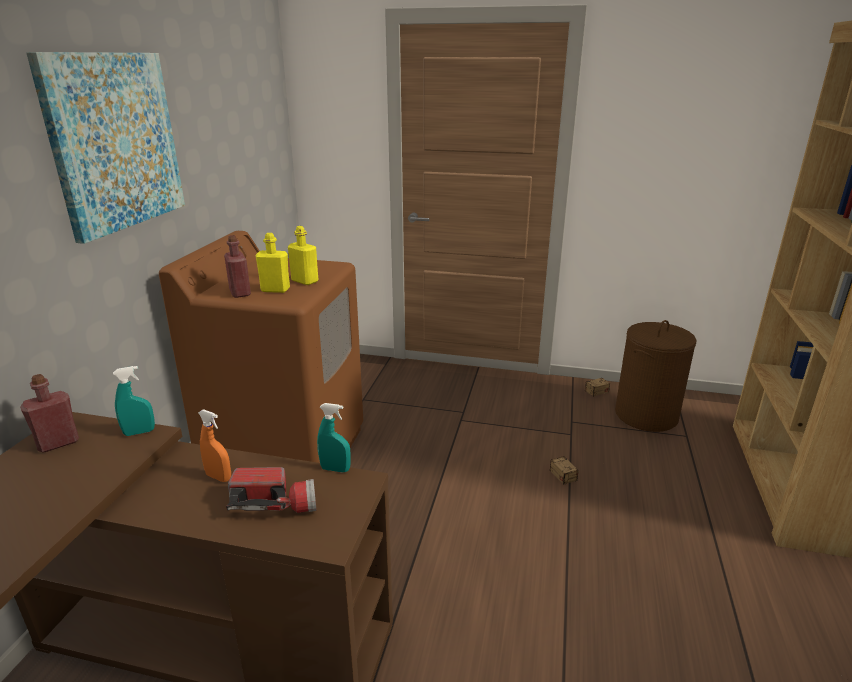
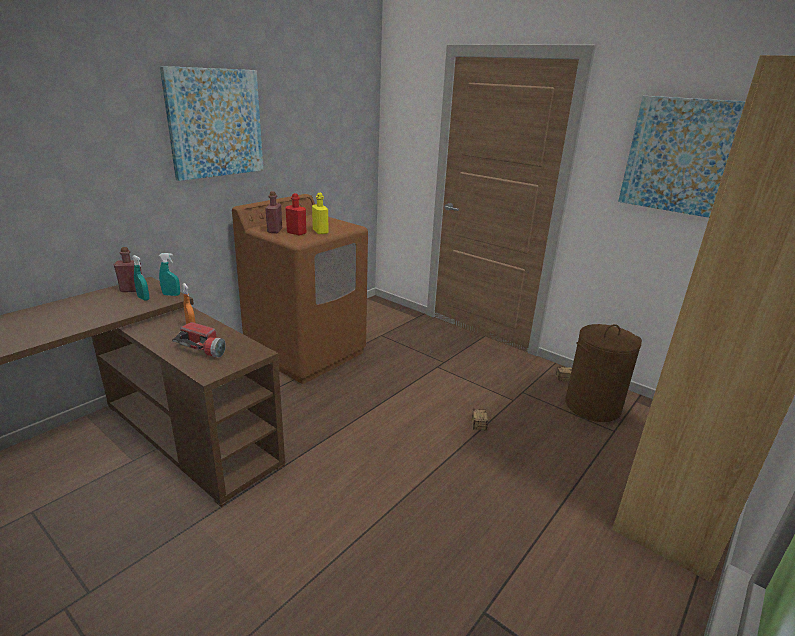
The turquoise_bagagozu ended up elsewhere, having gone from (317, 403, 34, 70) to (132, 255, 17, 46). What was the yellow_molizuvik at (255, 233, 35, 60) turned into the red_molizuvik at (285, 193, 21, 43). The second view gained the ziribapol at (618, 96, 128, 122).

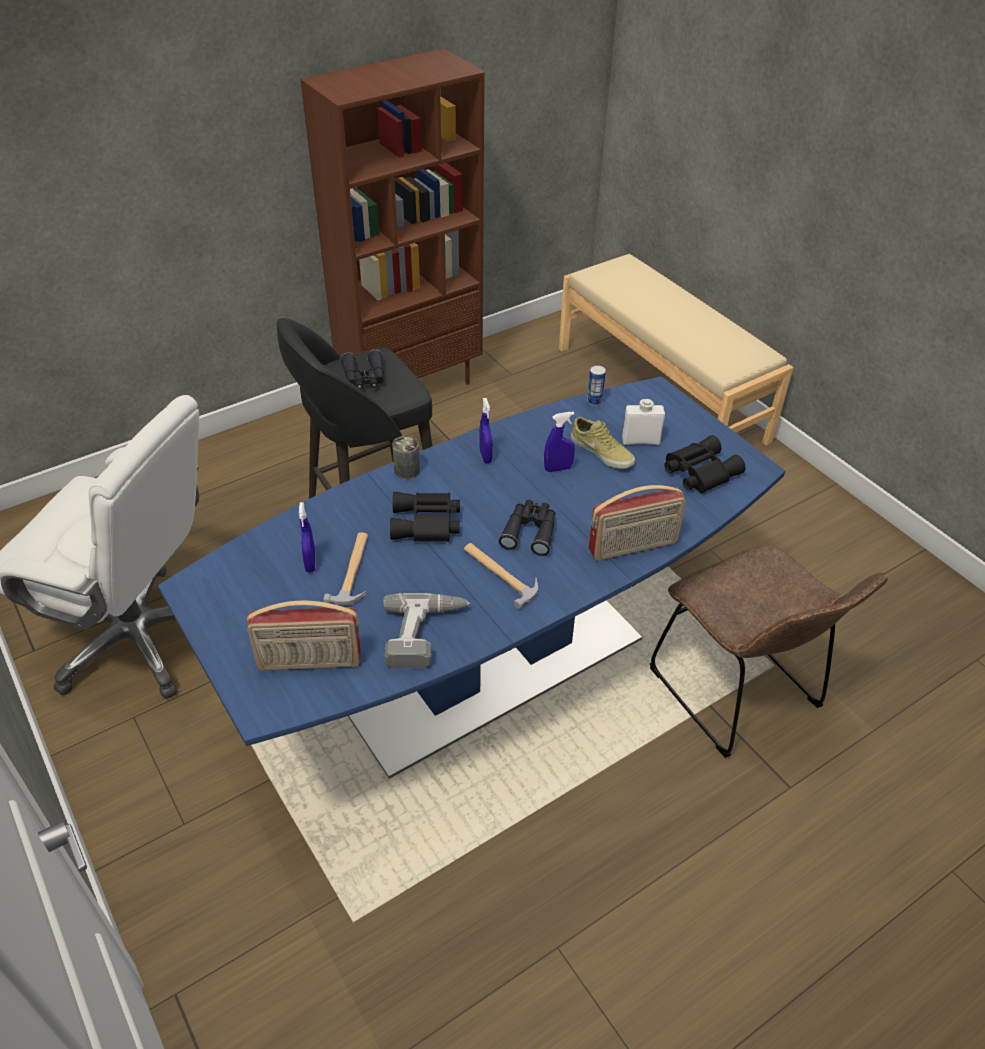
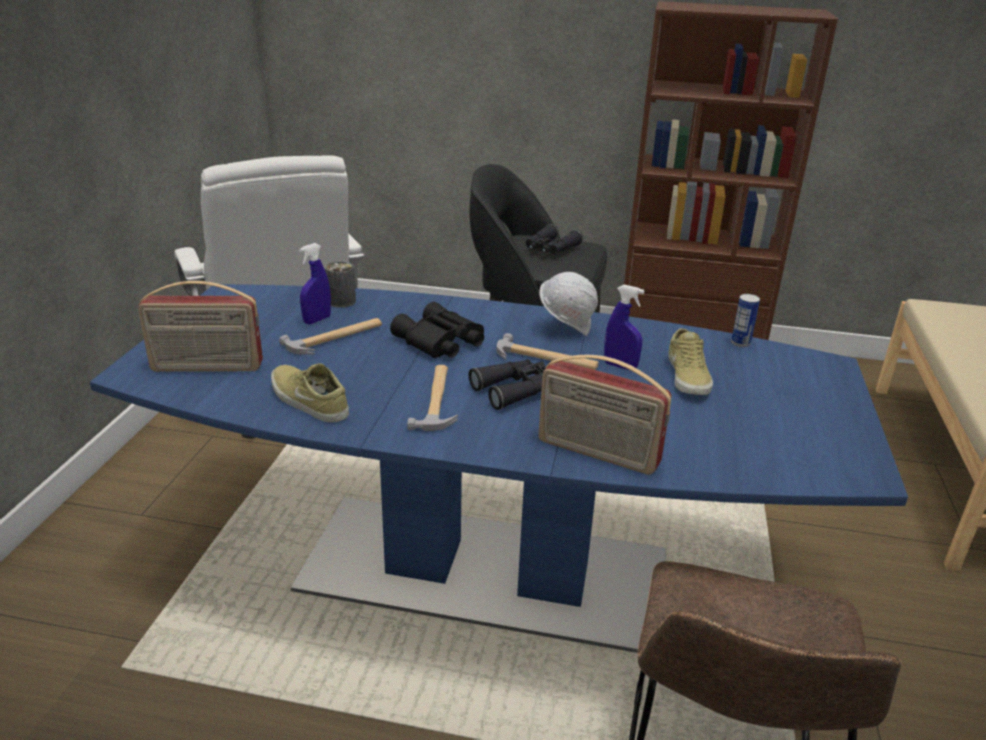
The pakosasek at (247, 601, 114, 70) ended up facing another way, 45 degrees counterclockwise from before. Where the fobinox stood at (383, 593, 87, 76), the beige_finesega came to stand at (271, 363, 78, 59). The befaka ended up elsewhere, having gone from (392, 436, 28, 44) to (325, 261, 31, 47). The second view gained the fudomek at (496, 333, 103, 37). Where the blue_bagagozu stood at (480, 398, 13, 65), the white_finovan came to stand at (539, 272, 59, 64). The second view lost the white_molizuvik at (622, 398, 43, 47). The second view lost the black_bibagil at (664, 435, 82, 58).

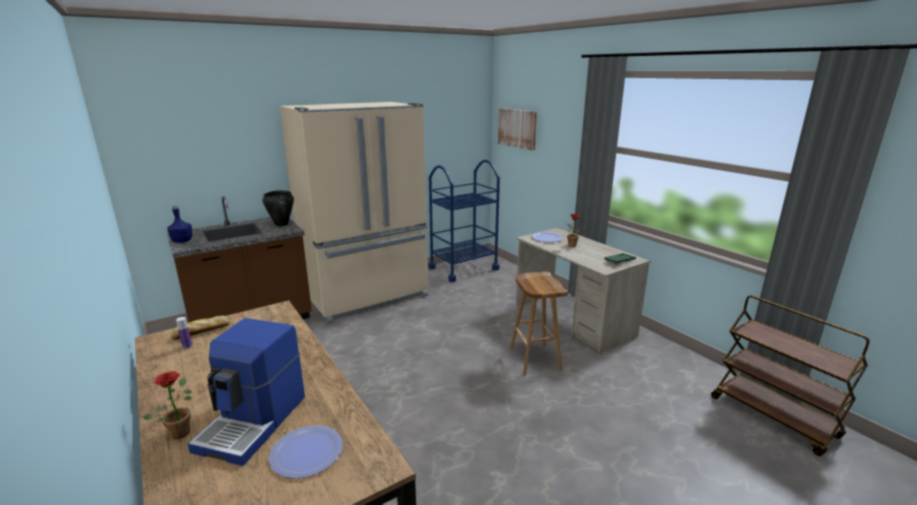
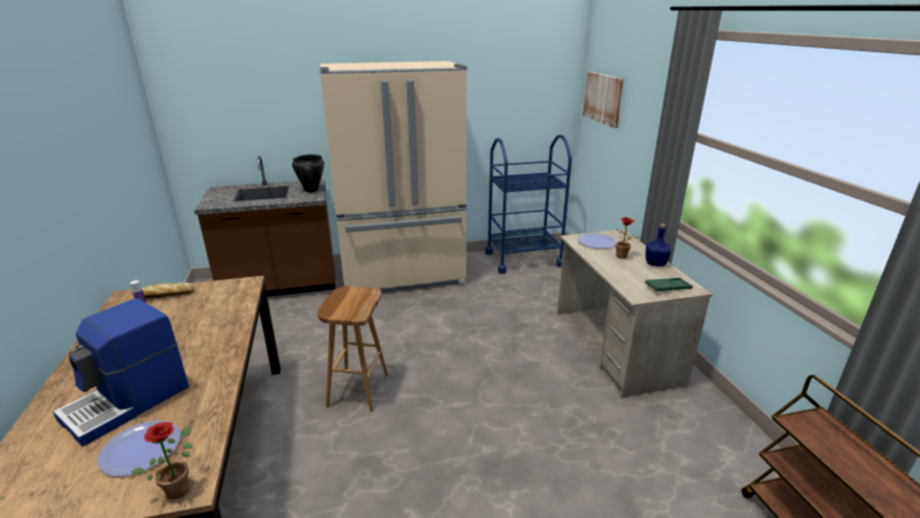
The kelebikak ended up elsewhere, having gone from (143, 371, 49, 68) to (131, 422, 62, 77). The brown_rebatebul ended up elsewhere, having gone from (510, 271, 58, 104) to (317, 286, 71, 126). The blue_molizuvik ended up elsewhere, having gone from (167, 206, 25, 37) to (645, 224, 26, 42).

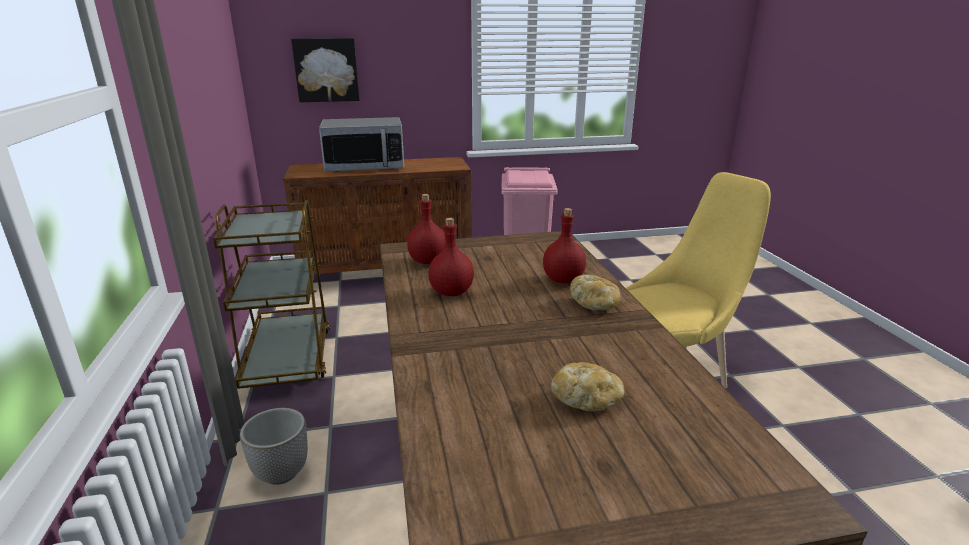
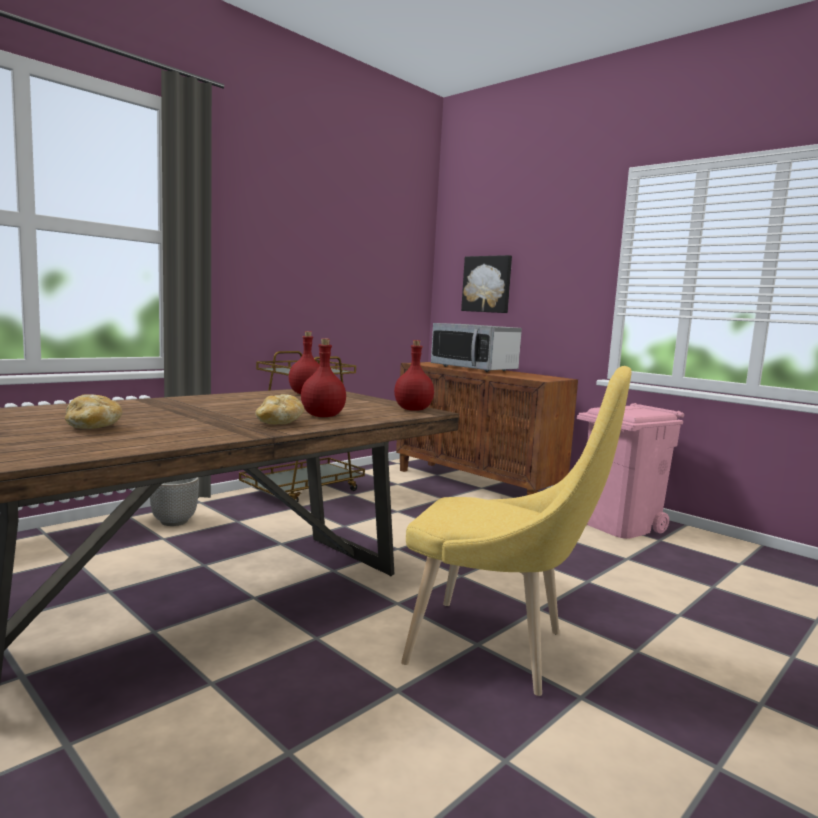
The red_molizuvik ended up elsewhere, having gone from (428, 218, 46, 78) to (394, 340, 40, 71).

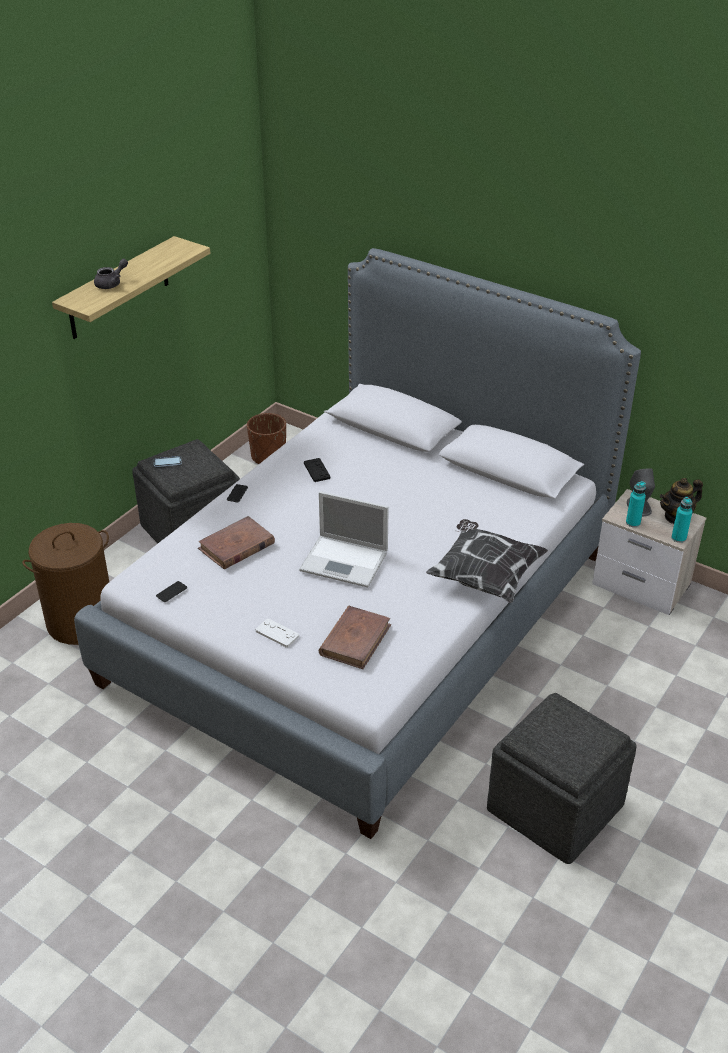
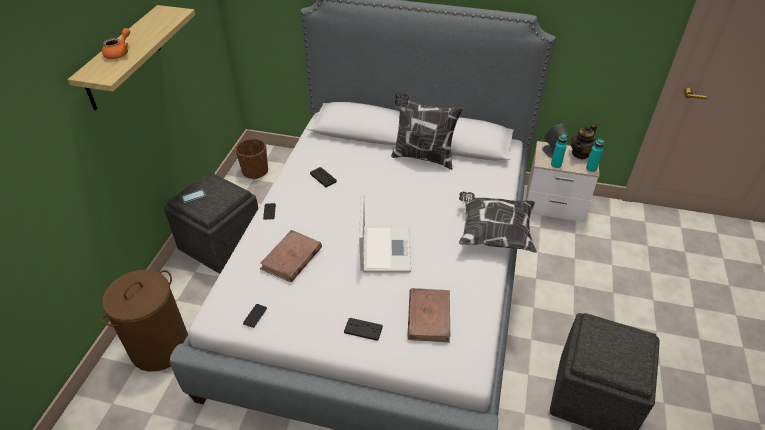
What was the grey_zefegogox at (94, 259, 34, 30) turned into the orange_zefegogox at (102, 28, 28, 31). What was the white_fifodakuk at (256, 618, 43, 30) turned into the black_fifodakuk at (344, 318, 39, 23). The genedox at (299, 491, 90, 97) ended up facing another way, 90 degrees counterclockwise from before. The second view gained the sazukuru at (391, 92, 72, 78).

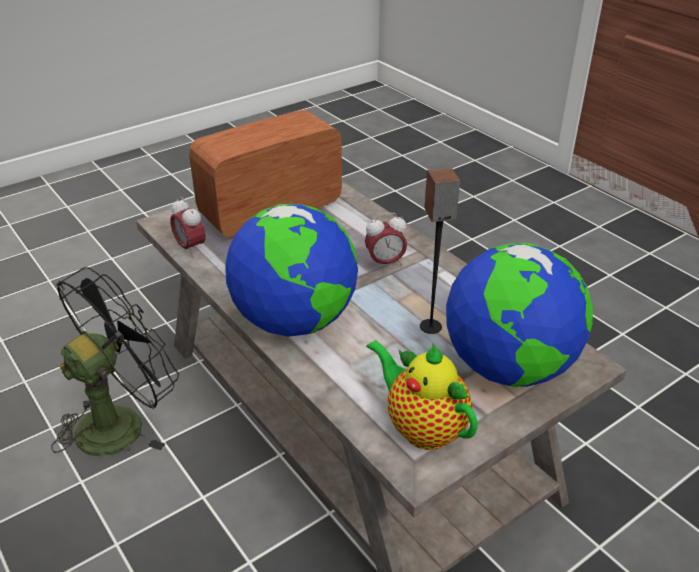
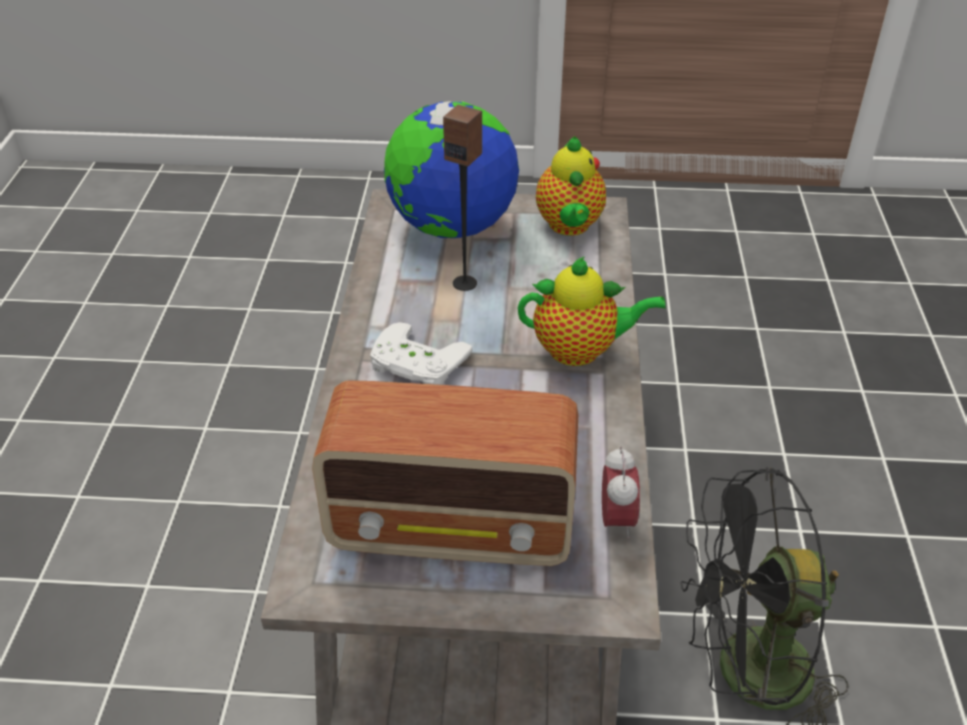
Where the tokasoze stood at (365, 213, 42, 56), the white_fifodakuk came to stand at (370, 322, 103, 63). Where the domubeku stood at (225, 204, 133, 133), the zefegogox came to stand at (518, 256, 148, 110).

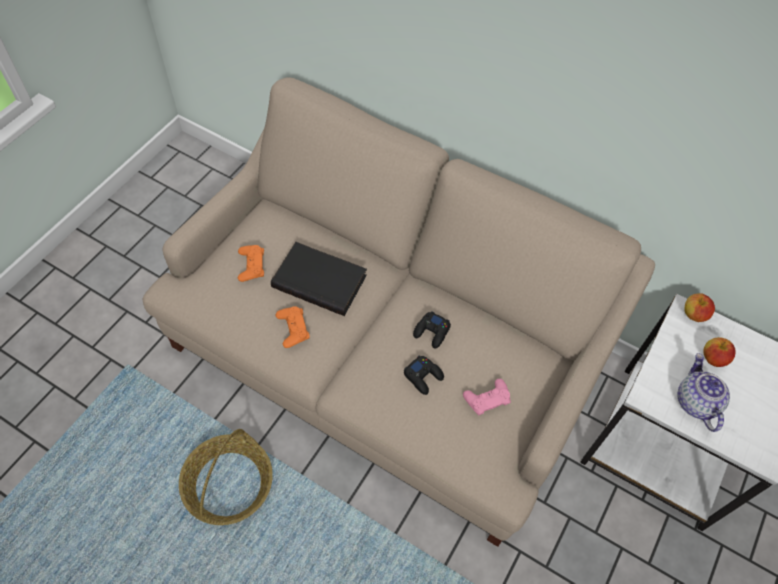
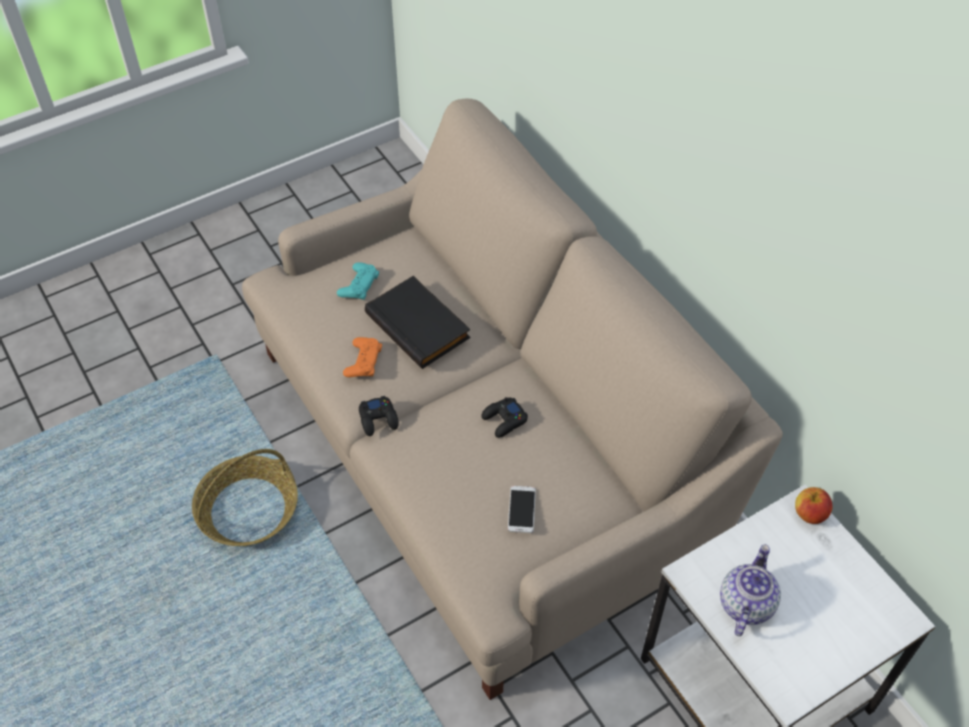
What was the orange_fifodakuk at (238, 245, 26, 37) turned into the turquoise_fifodakuk at (337, 262, 42, 38). The black_fifodakuk ended up elsewhere, having gone from (404, 355, 40, 40) to (359, 396, 40, 40). Where the pink_fifodakuk stood at (463, 379, 48, 36), the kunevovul came to stand at (508, 486, 28, 47). The second view lost the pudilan at (703, 337, 33, 30).

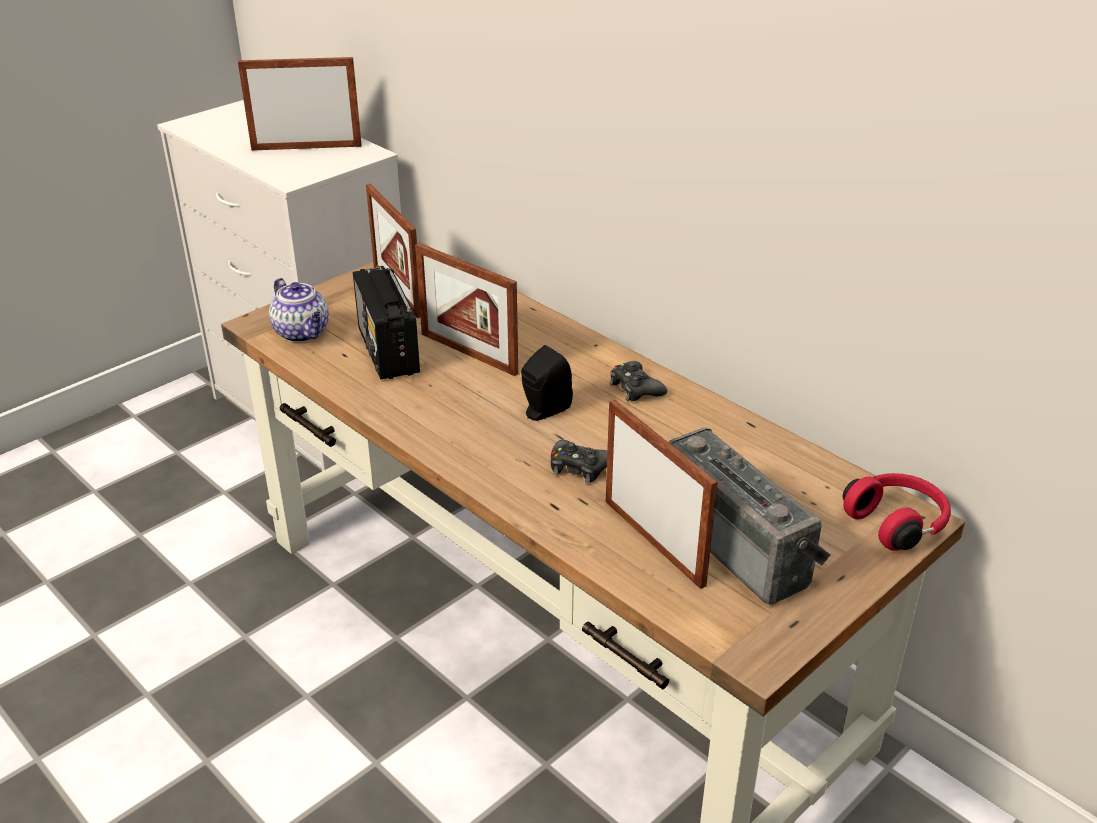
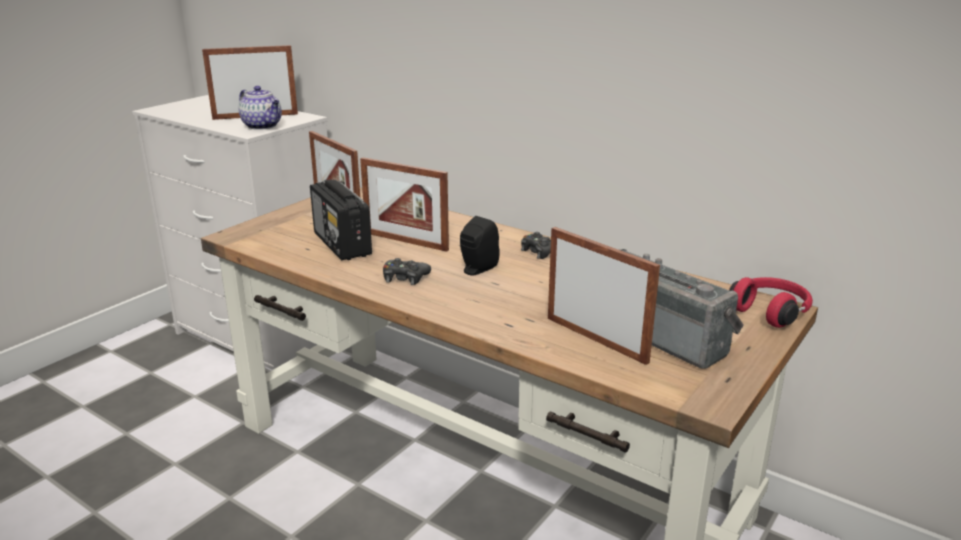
The zefegogox ended up elsewhere, having gone from (269, 278, 60, 64) to (239, 86, 43, 44). The black_fifodakuk ended up elsewhere, having gone from (551, 440, 56, 43) to (383, 258, 48, 27).

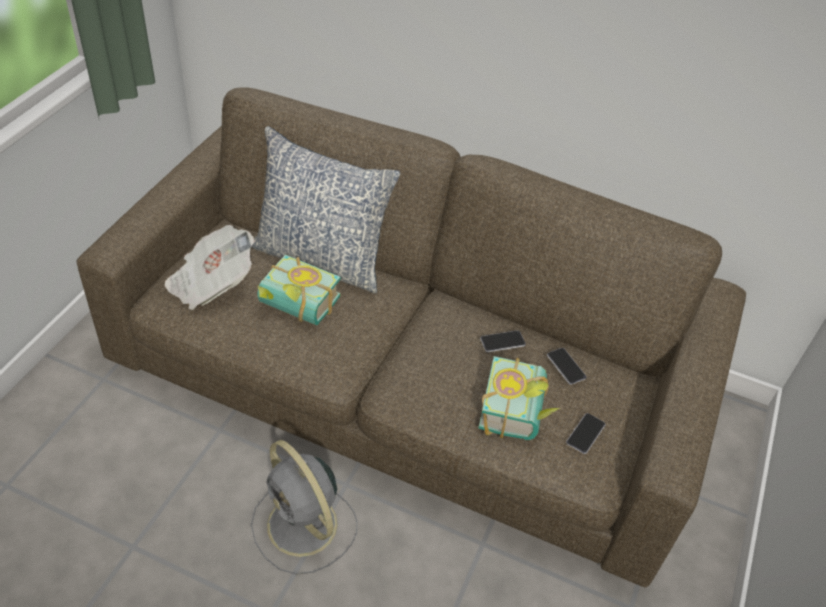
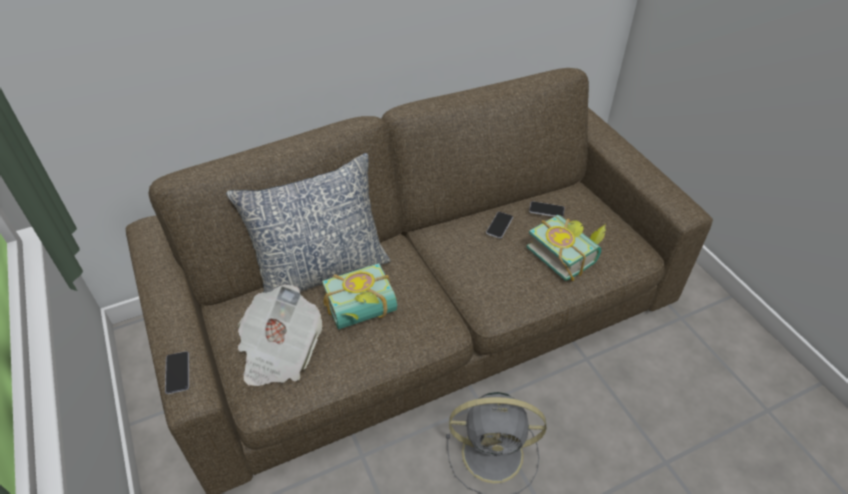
The kunevovul ended up elsewhere, having gone from (566, 413, 40, 41) to (165, 351, 24, 43).

